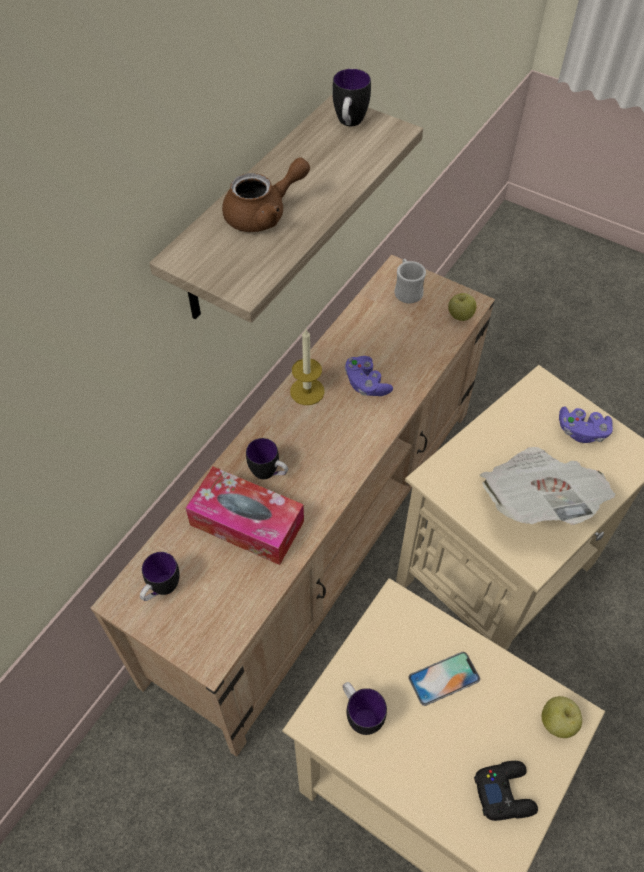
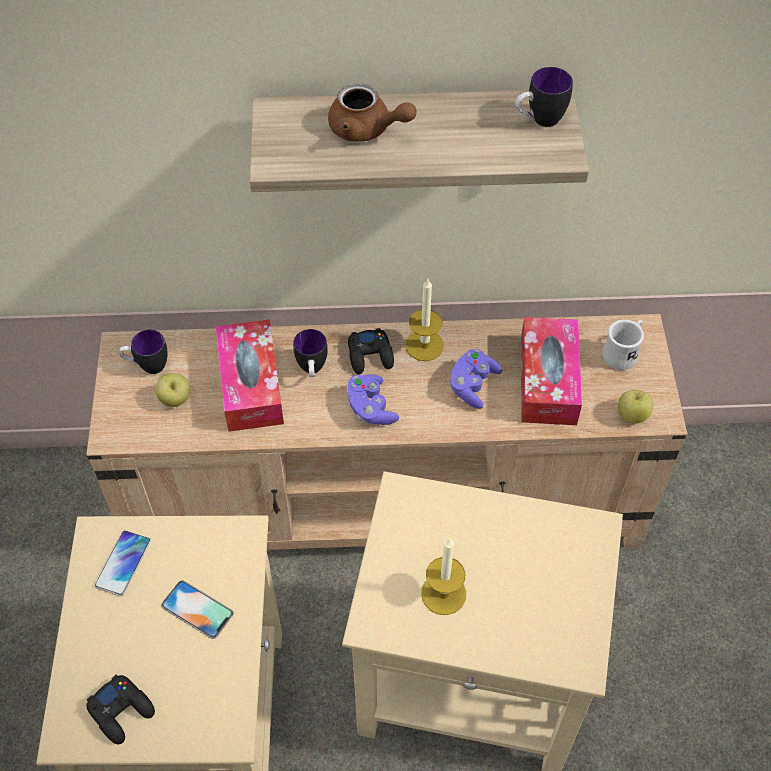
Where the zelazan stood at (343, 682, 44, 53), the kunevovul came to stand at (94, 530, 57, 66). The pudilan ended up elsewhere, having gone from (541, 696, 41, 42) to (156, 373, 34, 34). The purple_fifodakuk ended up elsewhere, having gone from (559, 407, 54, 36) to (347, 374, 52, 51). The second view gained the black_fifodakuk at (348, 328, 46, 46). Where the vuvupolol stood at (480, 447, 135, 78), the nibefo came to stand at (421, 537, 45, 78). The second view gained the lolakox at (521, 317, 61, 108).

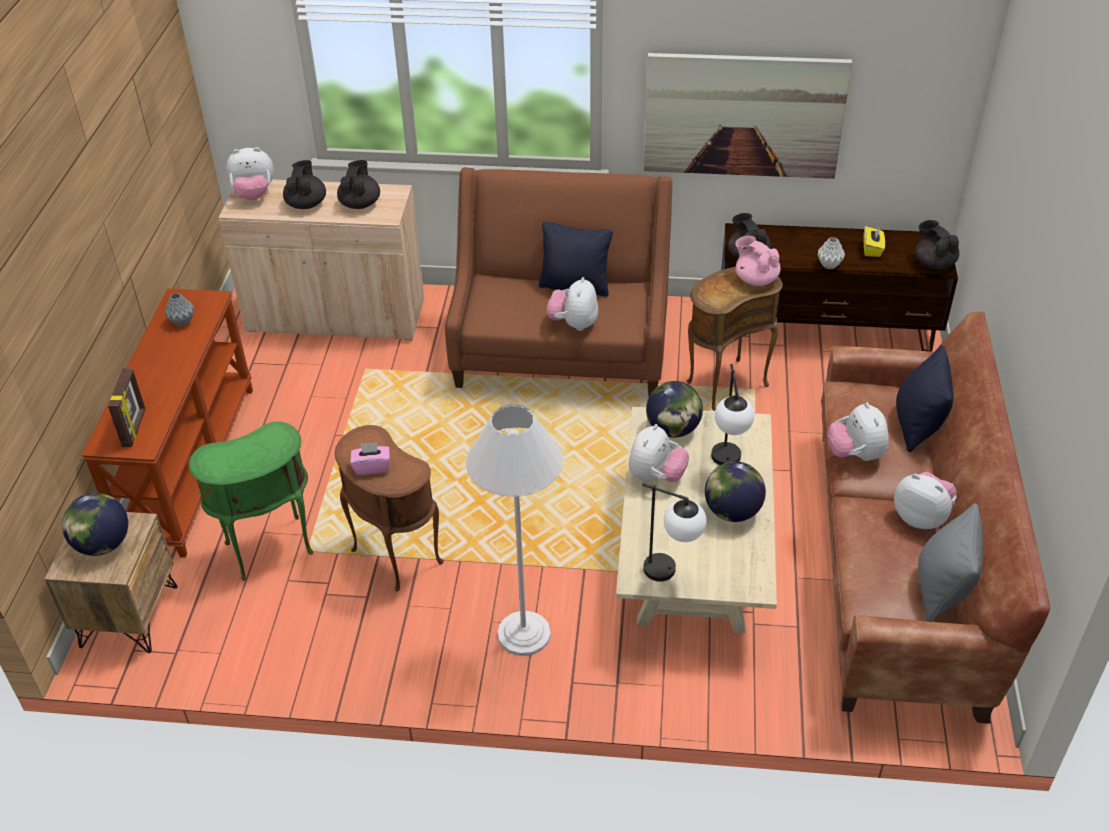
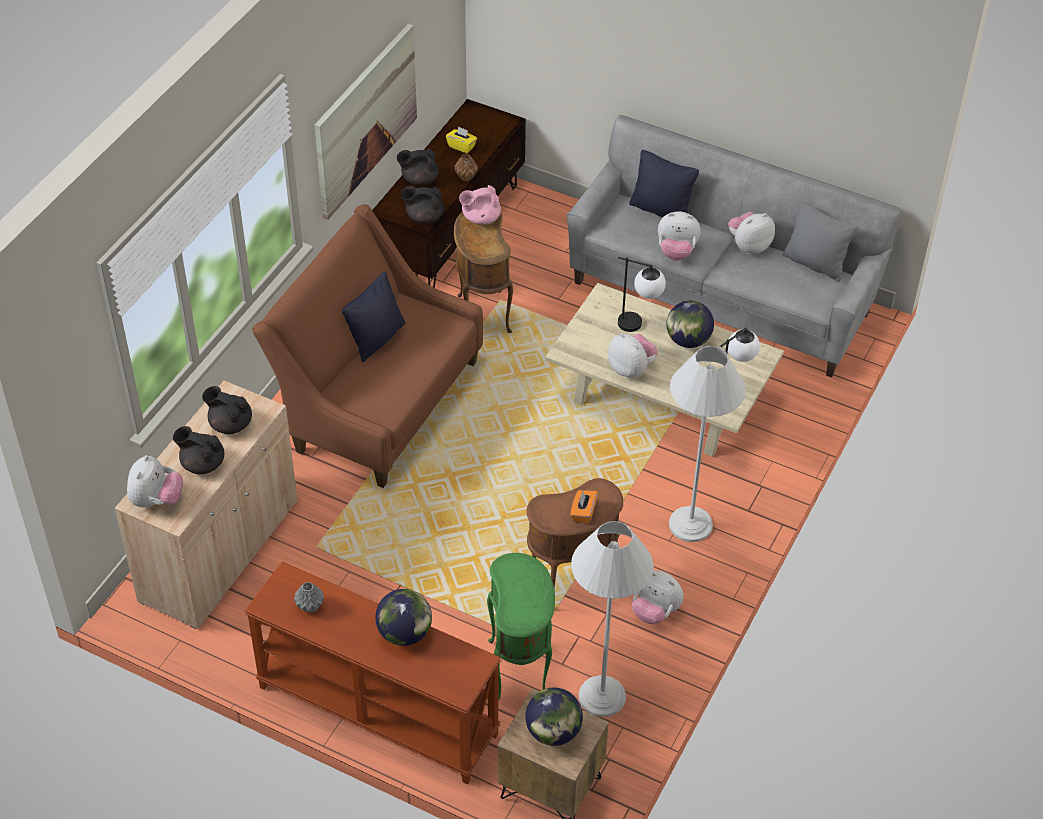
The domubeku ended up elsewhere, having gone from (646, 381, 57, 57) to (375, 589, 57, 57). The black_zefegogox ended up elsewhere, having gone from (915, 220, 44, 49) to (397, 148, 42, 38). What was the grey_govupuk at (818, 237, 27, 32) turned into the brown_govupuk at (454, 154, 24, 27). What was the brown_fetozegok at (821, 311, 229, 413) turned into the grey_fetozegok at (567, 115, 334, 262). What was the pink_lolakox at (350, 443, 40, 32) turned into the orange_lolakox at (570, 490, 28, 34). The second view gained the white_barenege at (571, 521, 83, 196). The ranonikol ended up elsewhere, having gone from (547, 277, 51, 54) to (632, 571, 51, 53). The second view lost the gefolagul at (108, 368, 37, 79).

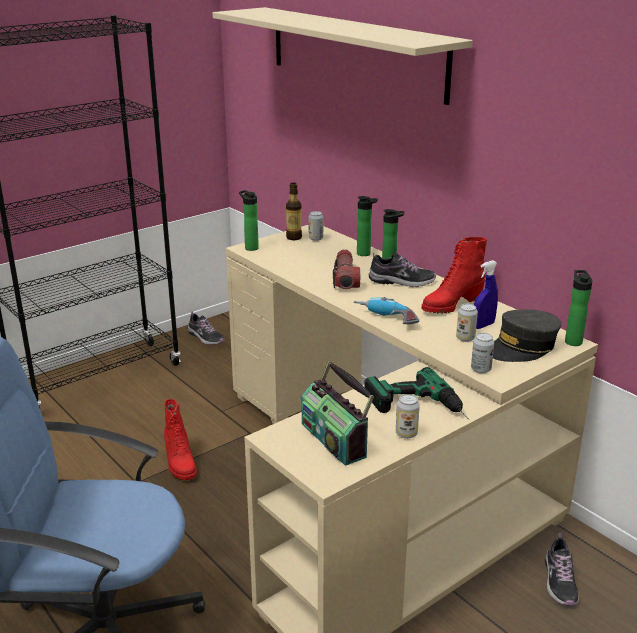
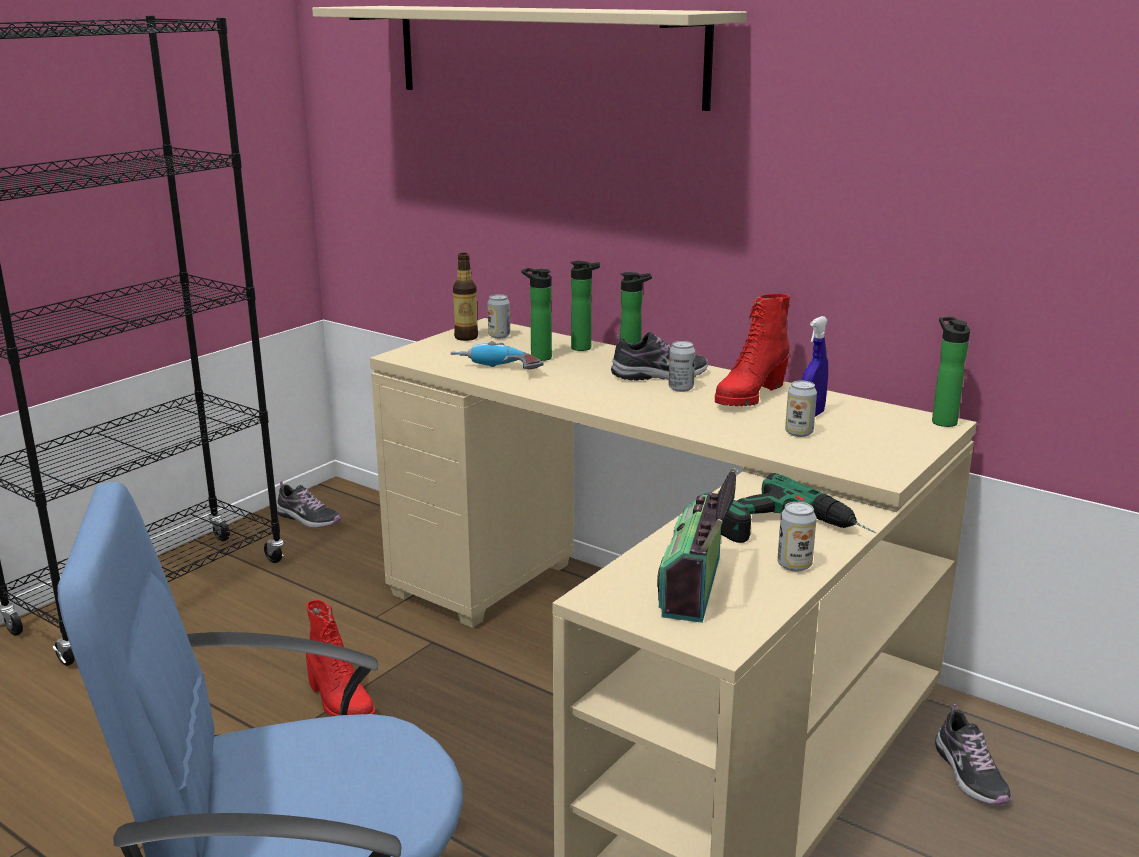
The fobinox ended up elsewhere, having gone from (354, 297, 65, 27) to (451, 341, 93, 28). The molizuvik ended up elsewhere, having gone from (239, 190, 20, 61) to (522, 268, 30, 93). The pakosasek at (302, 361, 72, 105) ended up facing another way, 60 degrees clockwise from before. The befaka ended up elsewhere, having gone from (471, 333, 23, 41) to (669, 341, 26, 51). The second view lost the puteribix at (332, 250, 28, 39). The second view lost the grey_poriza at (493, 309, 68, 53).

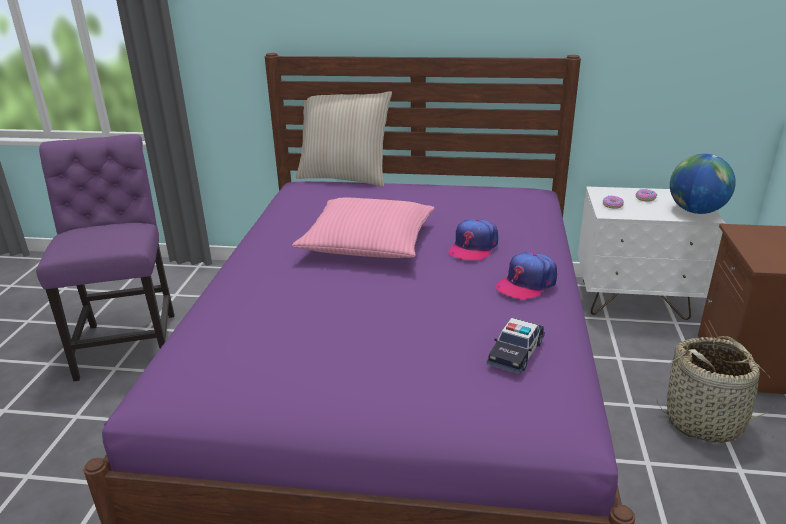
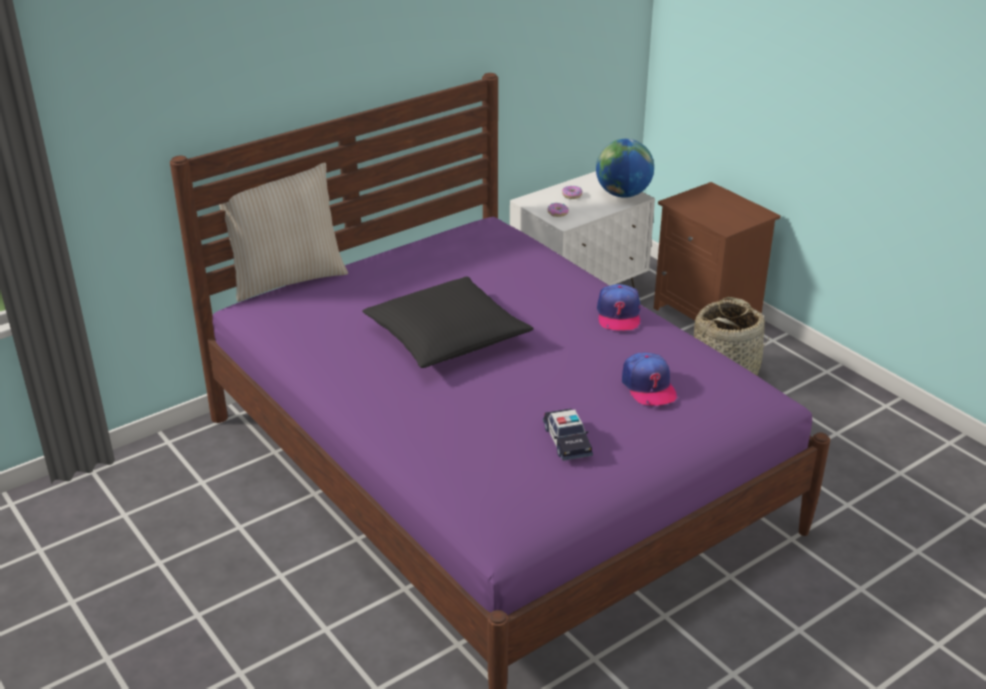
What was the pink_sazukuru at (292, 198, 143, 60) turned into the black_sazukuru at (363, 276, 171, 92). The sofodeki ended up elsewhere, having gone from (487, 318, 58, 56) to (543, 408, 50, 53). The poriza ended up elsewhere, having gone from (448, 219, 50, 42) to (622, 353, 56, 53). The second view lost the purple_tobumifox at (36, 134, 139, 247).

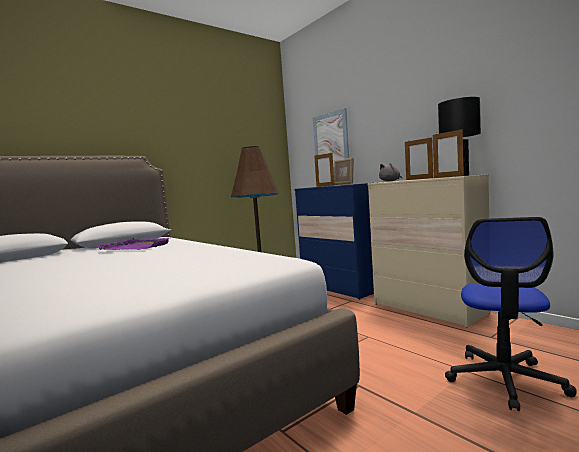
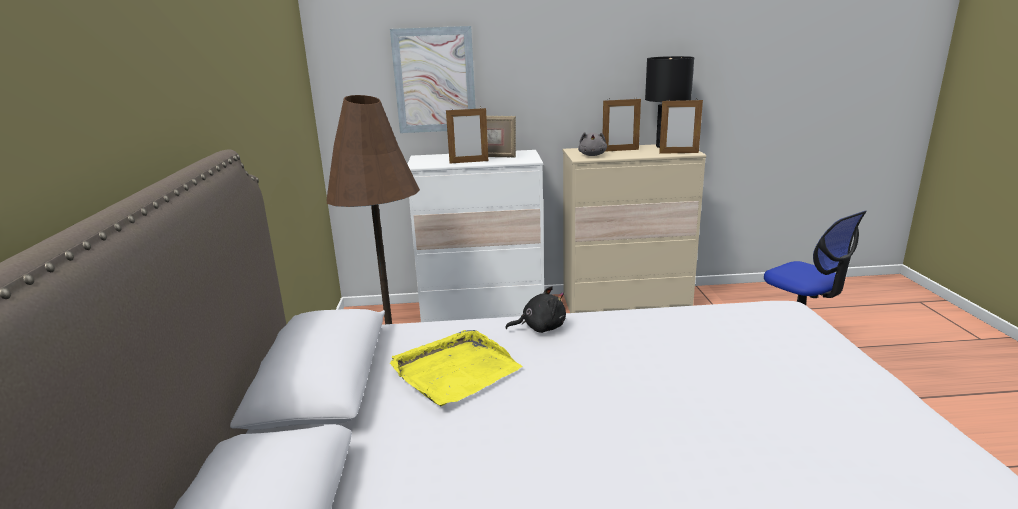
What was the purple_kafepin at (96, 238, 74, 12) turned into the yellow_kafepin at (390, 330, 132, 76). What was the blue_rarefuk at (295, 182, 84, 118) turned into the white_rarefuk at (408, 150, 136, 172). The second view gained the black_ranonikol at (505, 286, 61, 47).

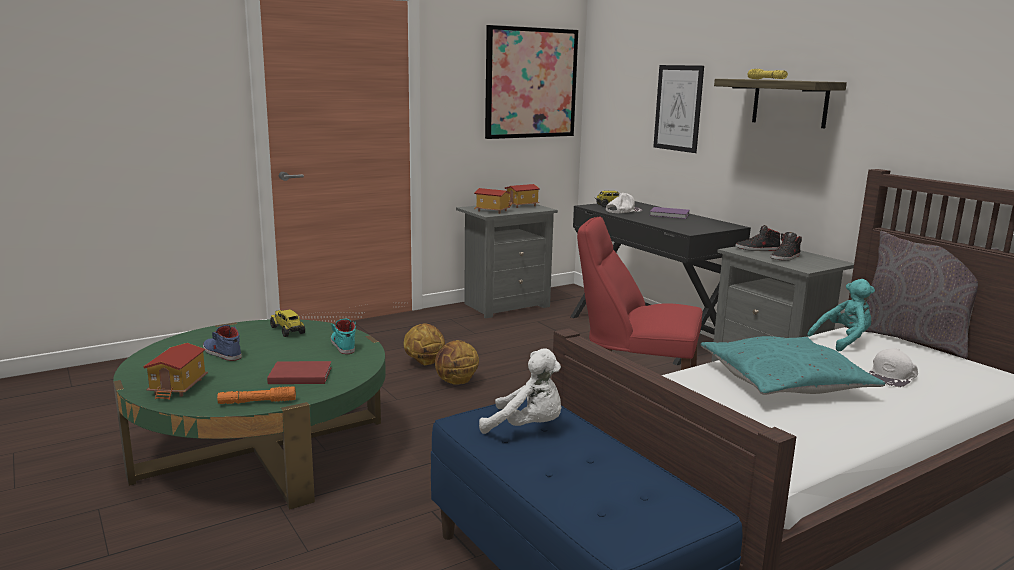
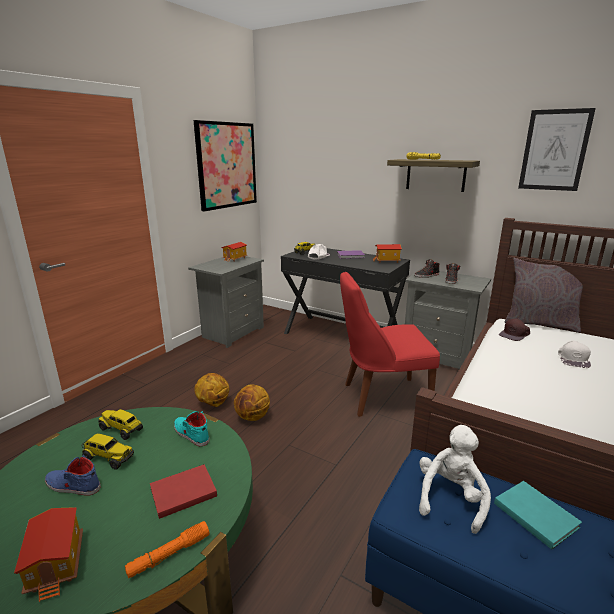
The second view gained the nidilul at (82, 433, 52, 37). The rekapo ended up elsewhere, having gone from (474, 188, 36, 26) to (373, 244, 29, 19). The white_ranonikol at (479, 349, 83, 85) ended up facing another way, 60 degrees counterclockwise from before. The second view gained the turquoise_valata at (494, 481, 88, 68). Where the turquoise_ranonikol stood at (807, 279, 68, 73), the brown_poriza came to stand at (499, 318, 31, 23). The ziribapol ended up elsewhere, having gone from (653, 65, 51, 88) to (518, 108, 78, 83). The second view lost the turquoise_sazukuru at (701, 336, 184, 59).

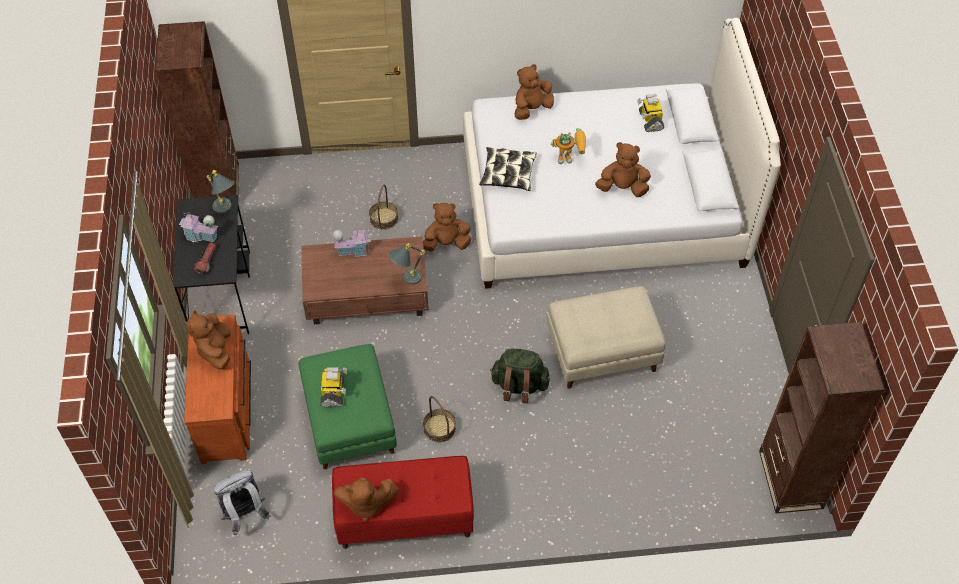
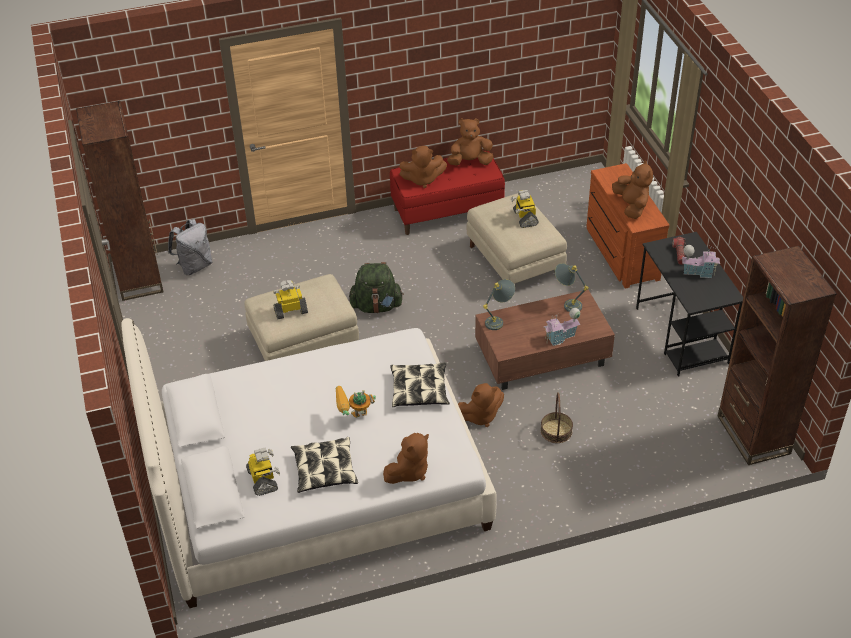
The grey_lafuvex ended up elsewhere, having gone from (213, 470, 57, 65) to (168, 219, 45, 56). The second view gained the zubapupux at (273, 280, 35, 40). The second view gained the sazukuru at (291, 437, 67, 56). The brown_ranonikol ended up elsewhere, having gone from (595, 142, 56, 55) to (399, 146, 48, 42). What was the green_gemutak at (299, 344, 98, 125) turned into the beige_gemutak at (467, 193, 100, 91). The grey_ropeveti ended up elsewhere, having gone from (206, 170, 29, 43) to (555, 263, 34, 49). The second view lost the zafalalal at (423, 396, 33, 46).

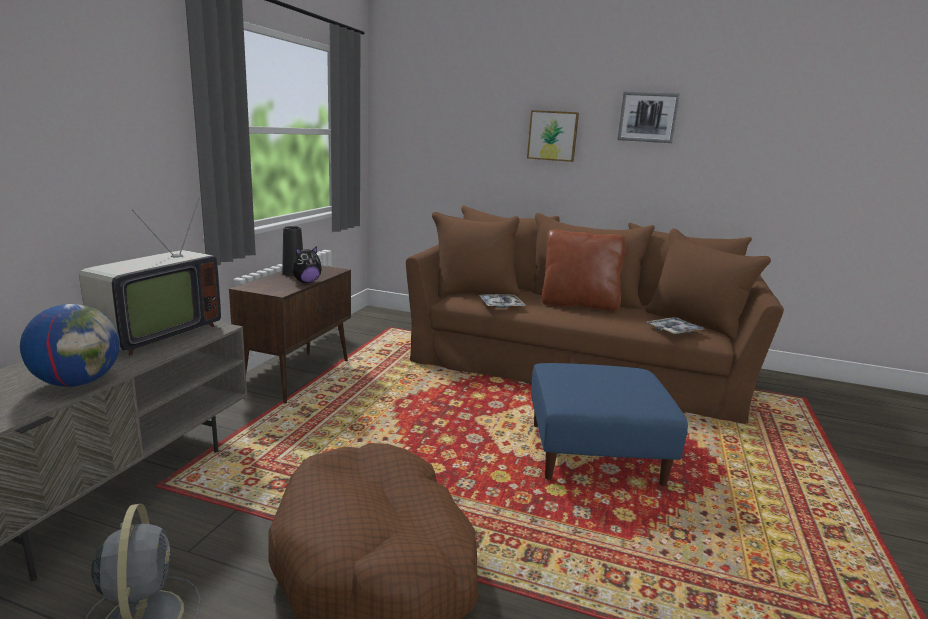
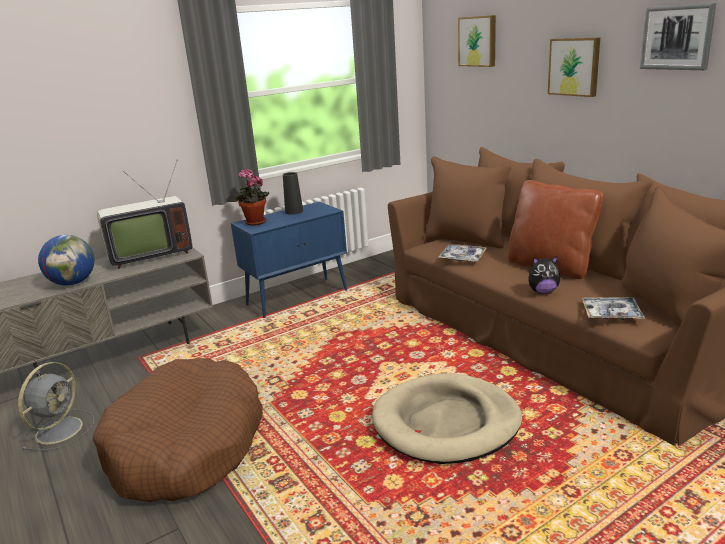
What was the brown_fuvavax at (229, 266, 122, 138) turned into the blue_fuvavax at (231, 202, 116, 116). The second view gained the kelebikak at (234, 169, 35, 57). Where the blue_gemutak stood at (531, 363, 157, 123), the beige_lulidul came to stand at (372, 373, 150, 91). The second view gained the ziribapol at (458, 15, 38, 52). The ranonikol ended up elsewhere, having gone from (292, 246, 30, 37) to (528, 256, 32, 38).

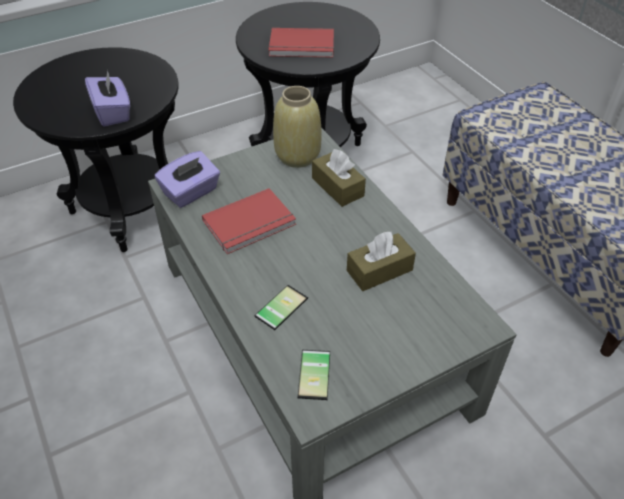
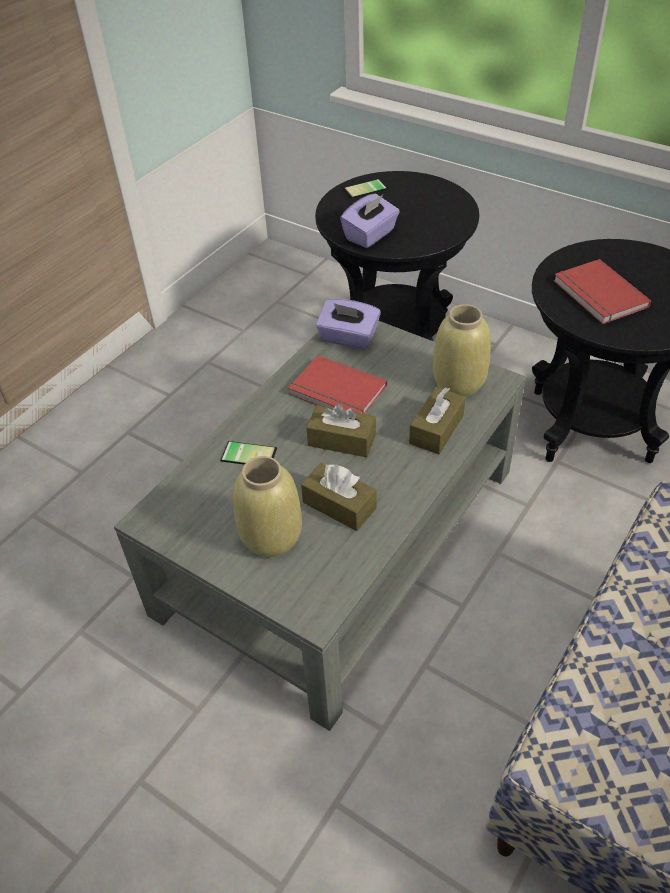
The second view gained the beige_govupuk at (233, 456, 69, 101). The second view gained the brown_lolakox at (306, 404, 70, 53). The kunevovul ended up elsewhere, having gone from (298, 350, 32, 50) to (343, 179, 45, 20).

